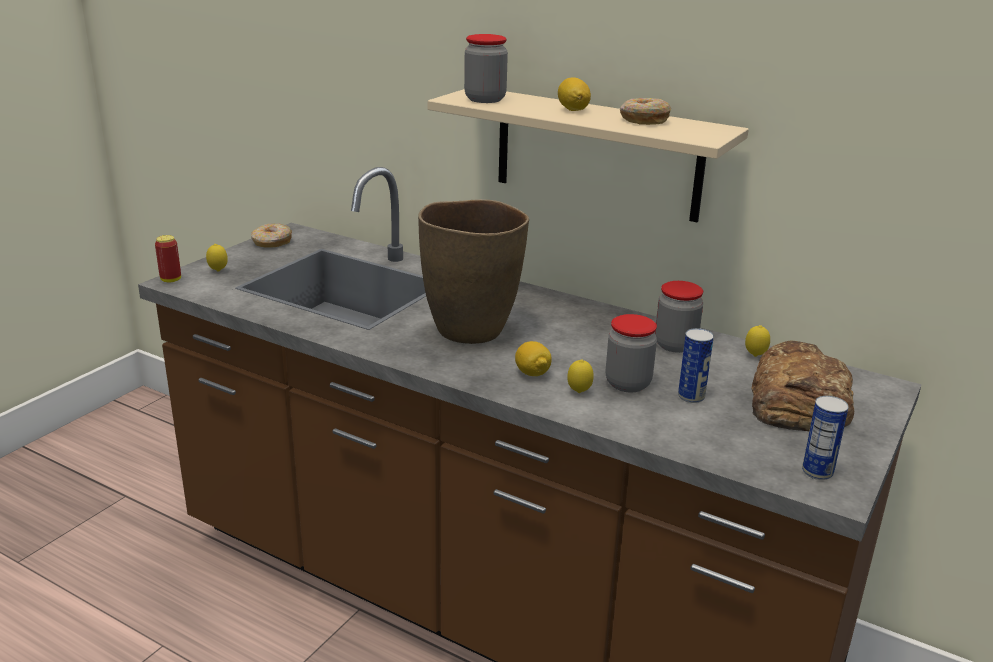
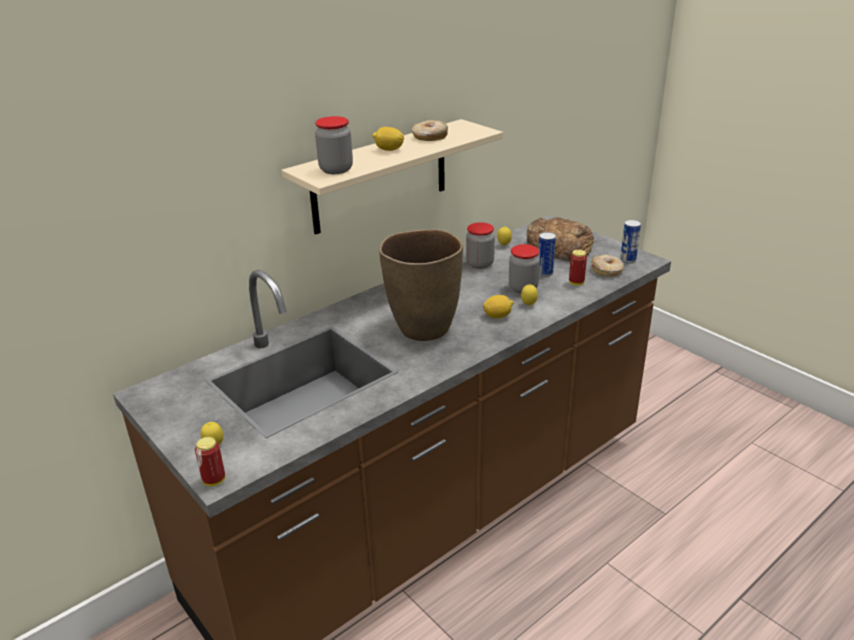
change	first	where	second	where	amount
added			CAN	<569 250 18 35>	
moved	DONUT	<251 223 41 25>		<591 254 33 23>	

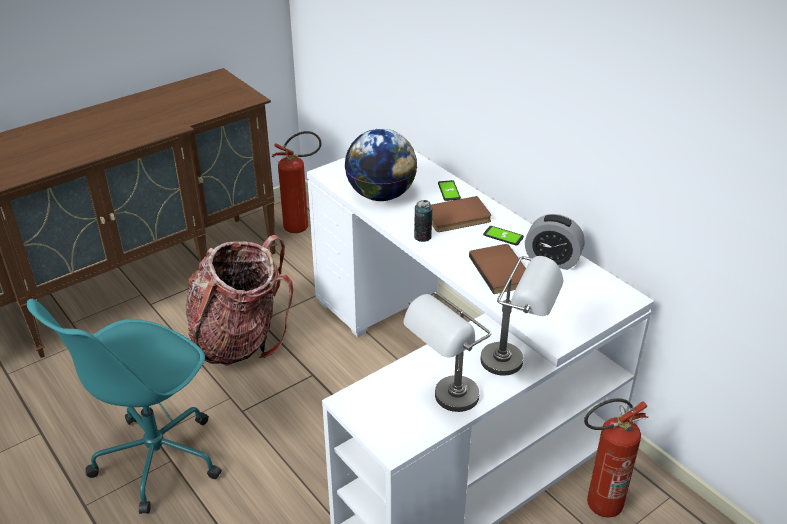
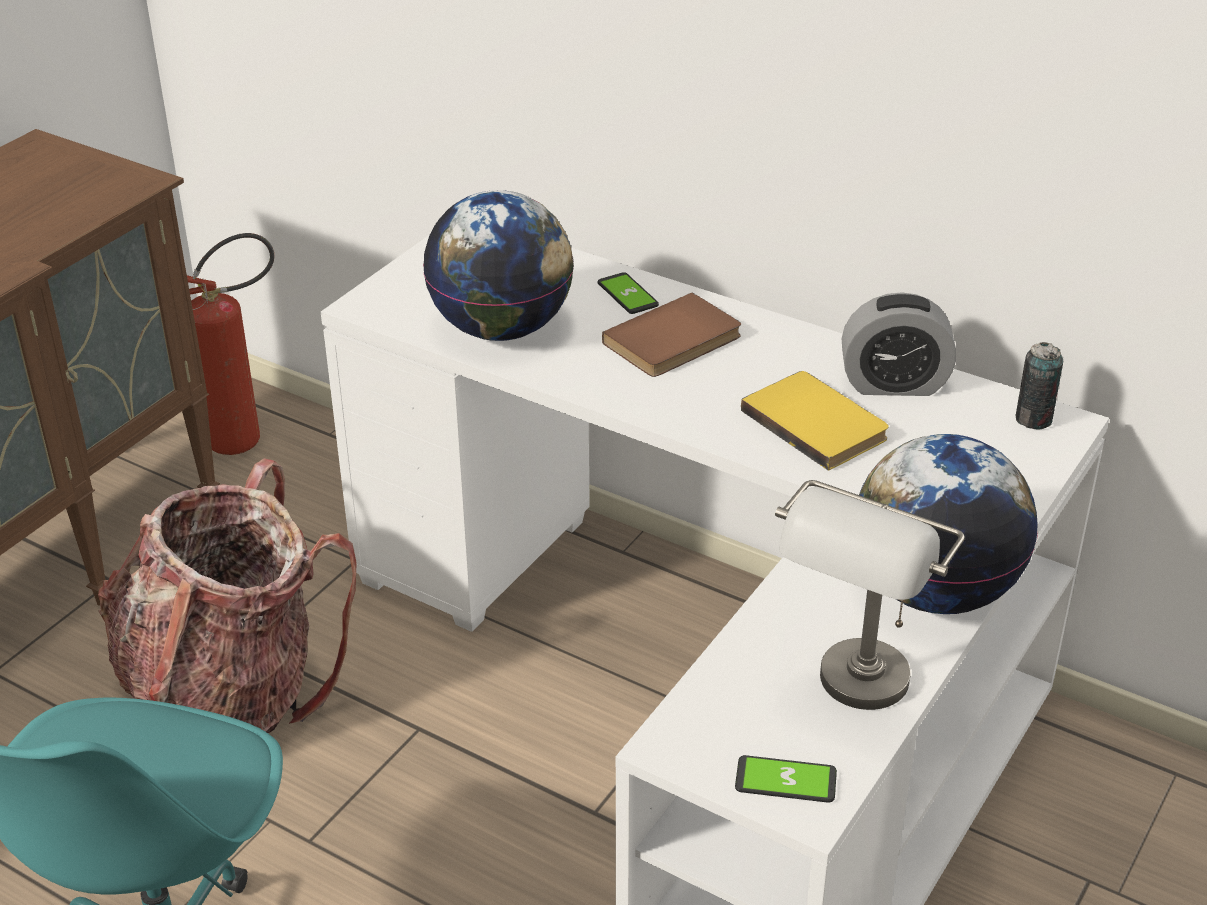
change	first	where	second	where	amount
moved	PHONE	<483 226 41 19>		<735 755 102 48>	
recoloured	BROWN BOOK	<469 244 57 50>	YELLOW BOOK	<741 371 148 100>	
replaced	GREY TABLE LAMP	<481 256 83 120>	GLOBE	<859 434 179 180>	
moved	CAN	<414 200 18 42>		<1015 342 48 87>	
removed	FIRE EXTINGUISHER	<584 398 64 119>			

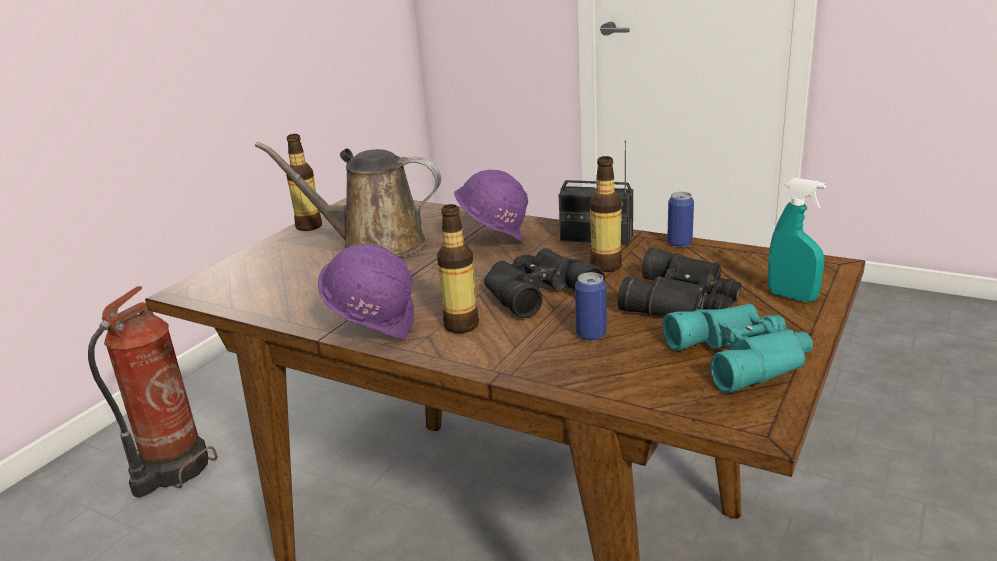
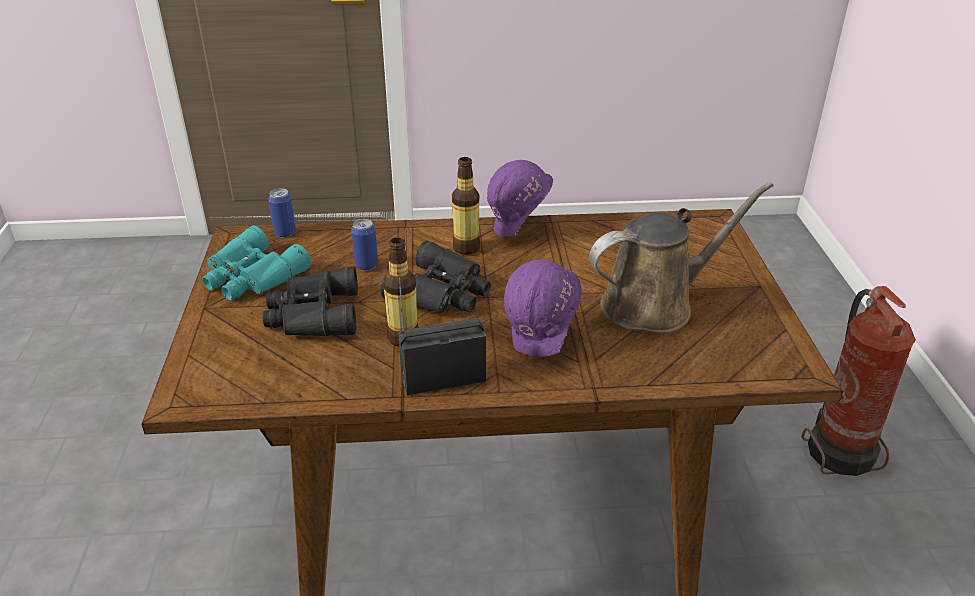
change	first	where	second	where	amount
moved	CAN	<667 192 27 55>		<268 188 28 50>	
removed	BOTTLE	<286 134 36 97>			
removed	TURQUOISE SPRAY BOTTLE	<768 178 58 124>			

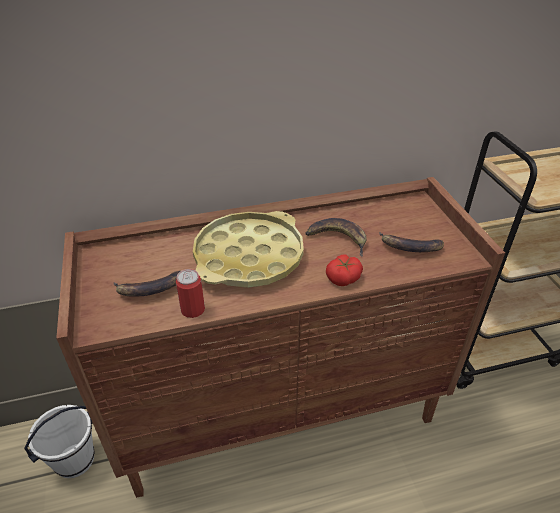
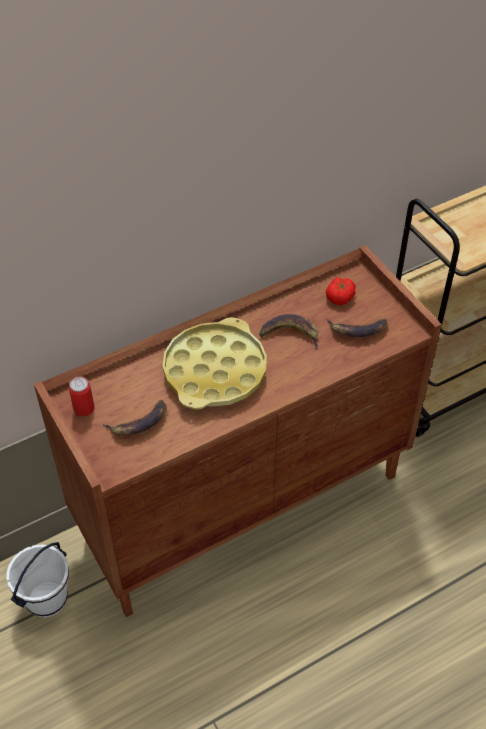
change	first	where	second	where	amount
moved	CAN	<176 269 29 49>		<69 377 25 39>	
moved	TOMATO	<326 254 37 32>		<326 277 30 28>	

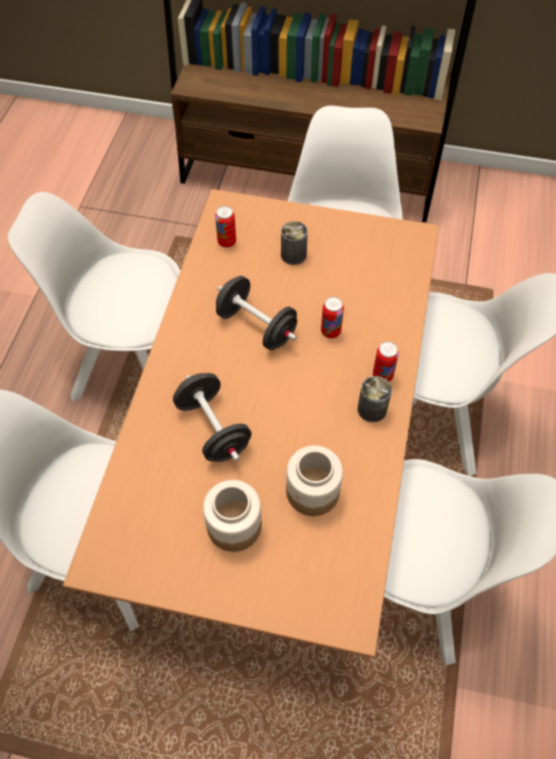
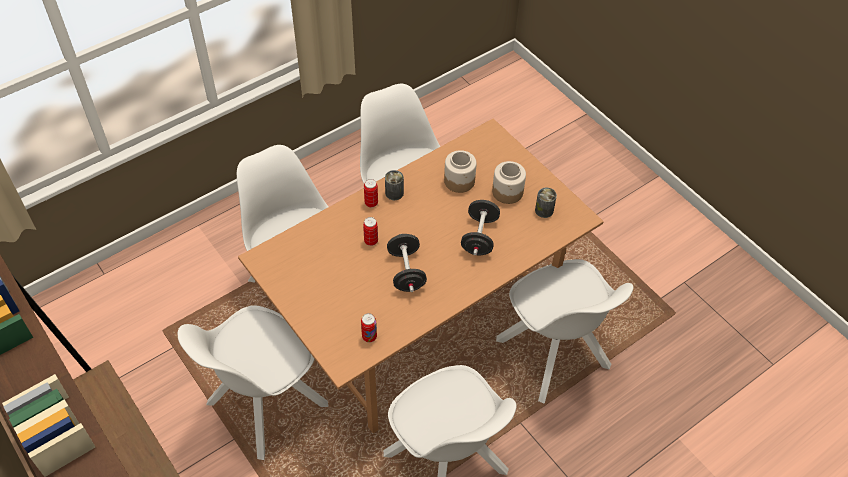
change	first	where	second	where	amount
moved	CAN	<281 221 27 44>		<535 188 22 30>	

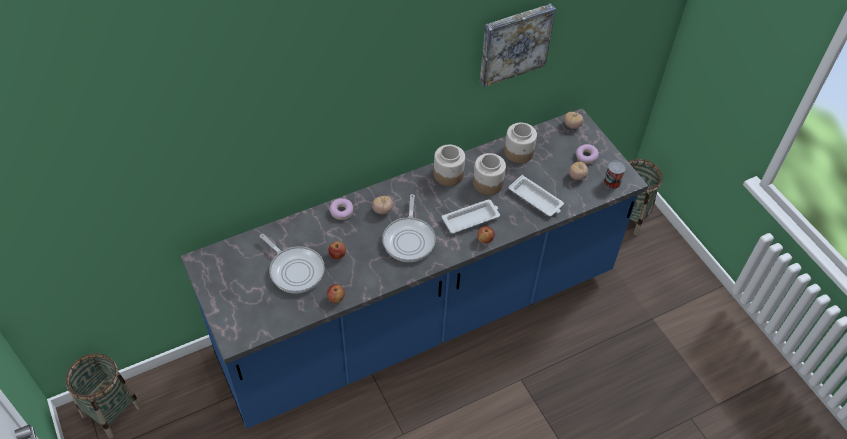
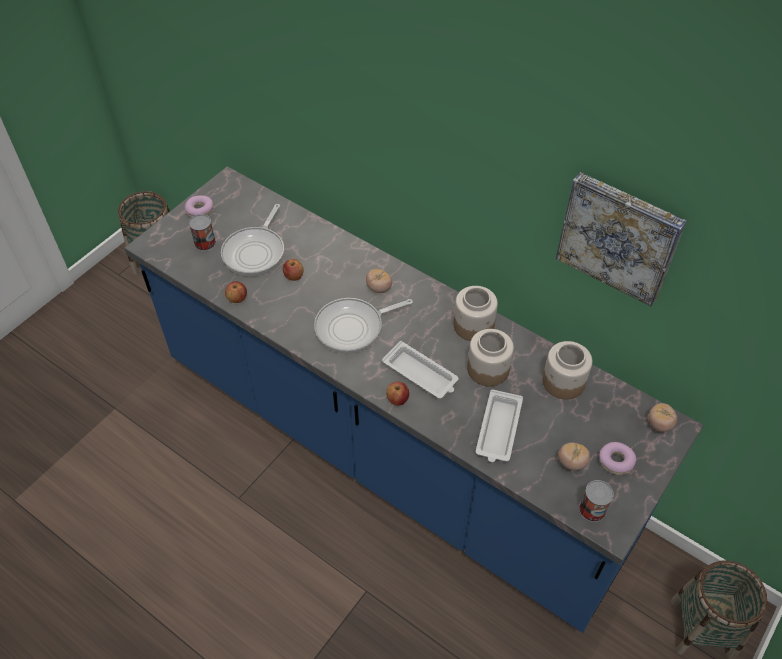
change	first	where	second	where	amount
moved	DONUT	<330 198 23 22>		<185 195 28 22>	
added			CAN	<189 214 27 37>	

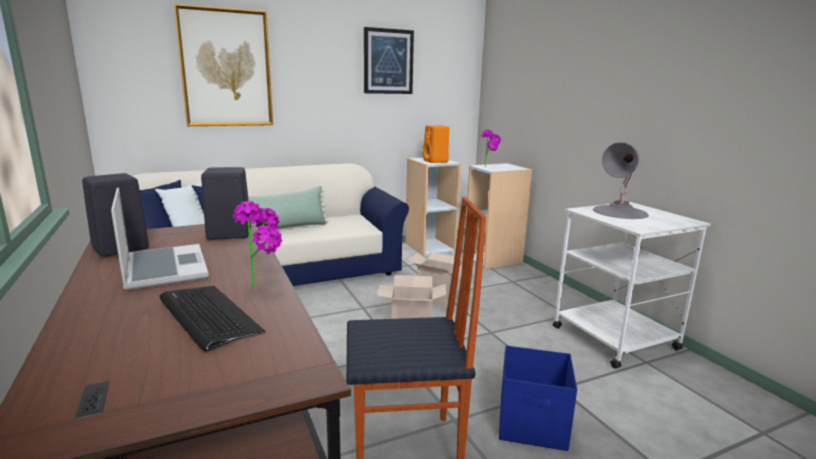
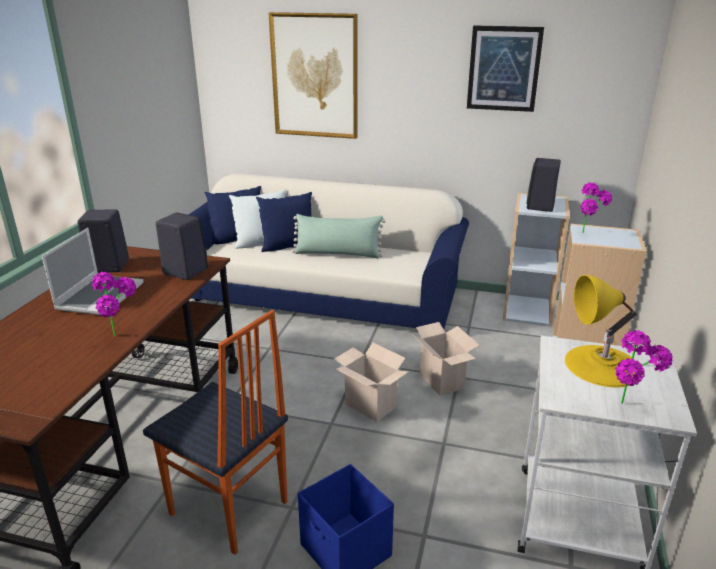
change	first	where	second	where	amount
recoloured	ORANGE SPEAKER	<423 125 26 38>	BLACK SPEAKER	<527 158 34 54>	
recoloured	GREY TABLE LAMP	<593 142 56 77>	YELLOW TABLE LAMP	<565 275 77 112>	
added			POTTED PLANT	<615 330 58 74>	
removed	KEYBOARD	<159 286 106 66>			

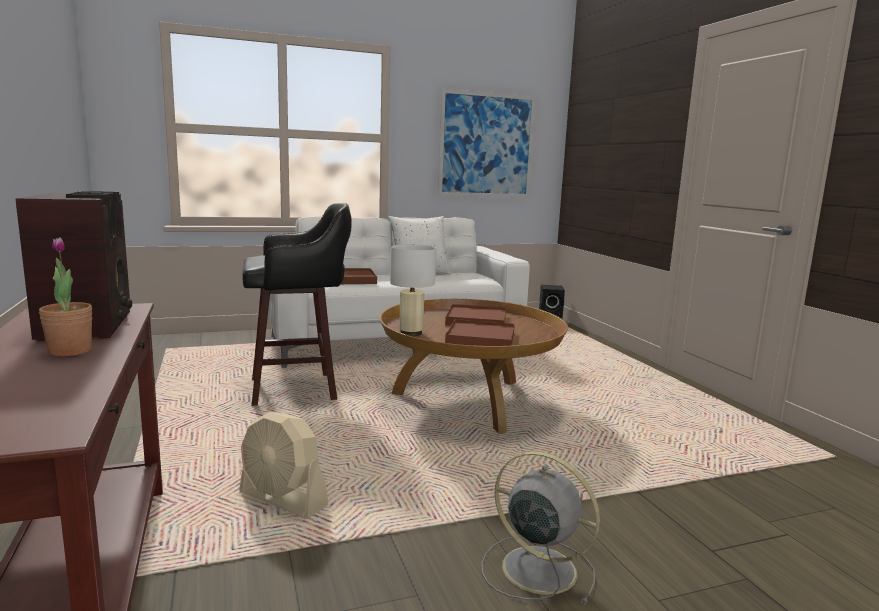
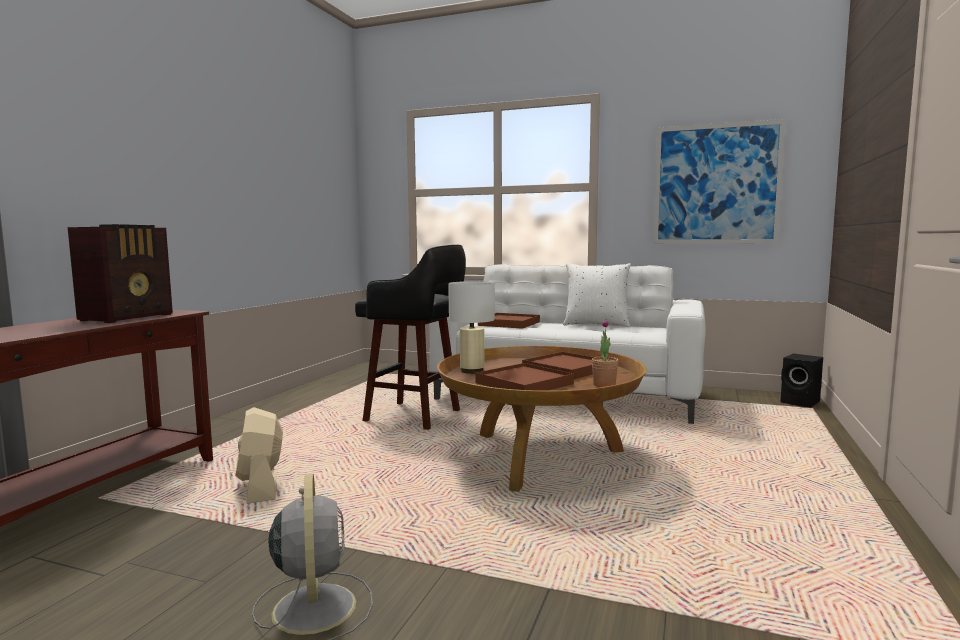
change	first	where	second	where	amount
moved	POTTED PLANT	<39 237 53 119>		<592 319 27 68>	

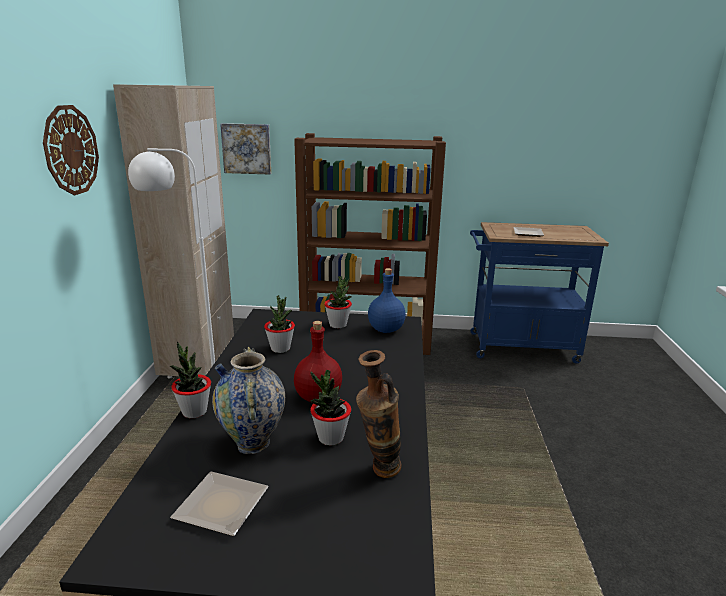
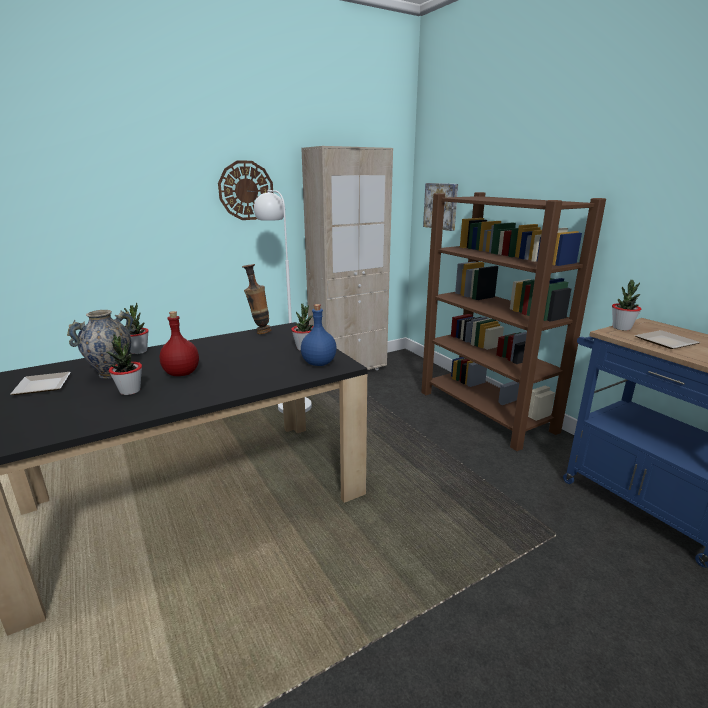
change	first	where	second	where	amount
moved	VASE	<356 350 45 128>		<242 264 29 70>	
moved	POTTED PLANT	<264 296 31 57>		<612 280 29 51>	

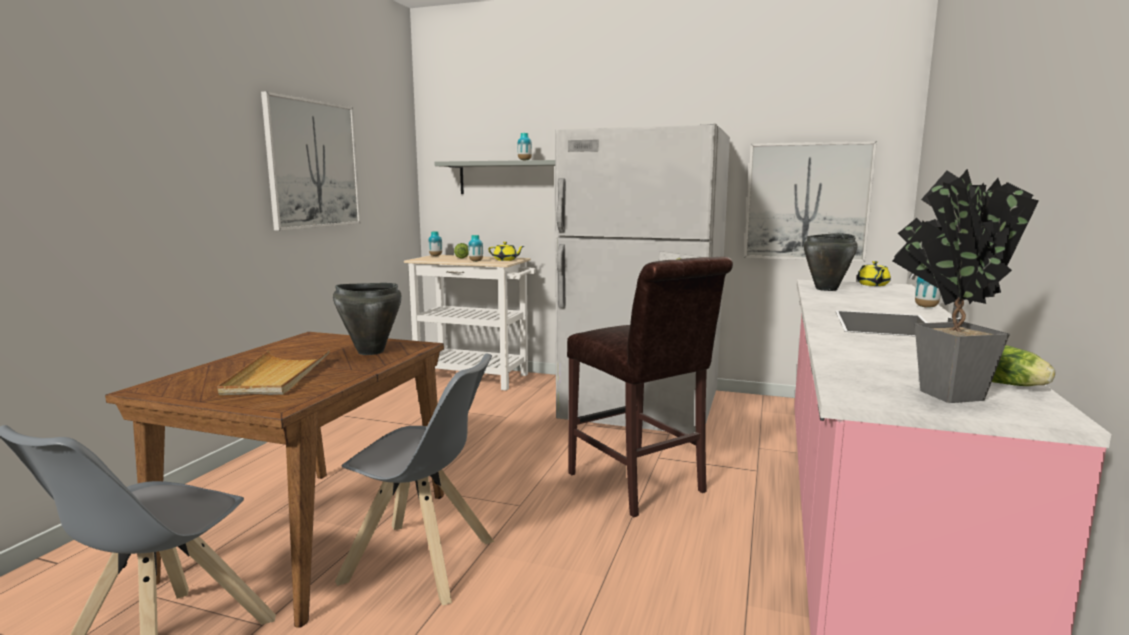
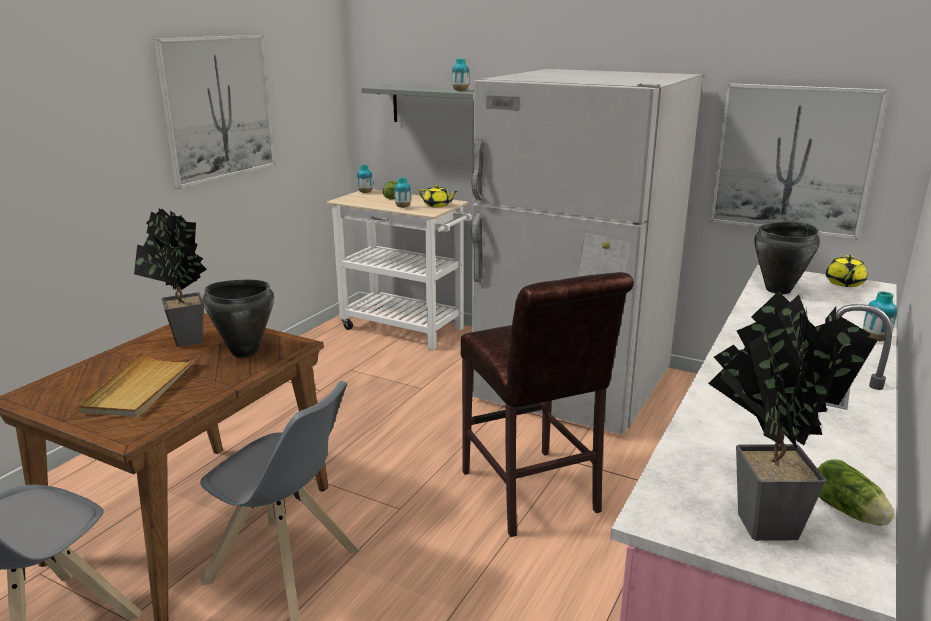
change	first	where	second	where	amount
added			POTTED PLANT	<134 208 73 139>	

